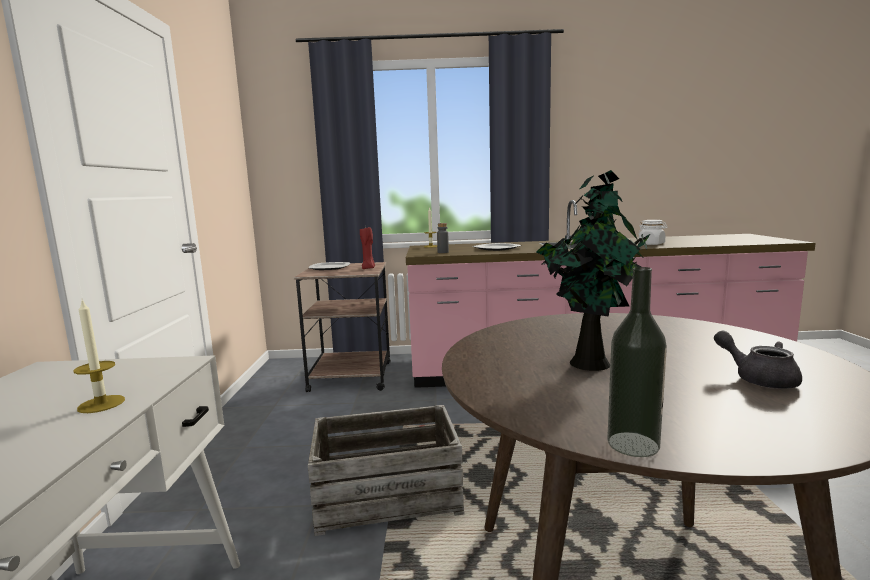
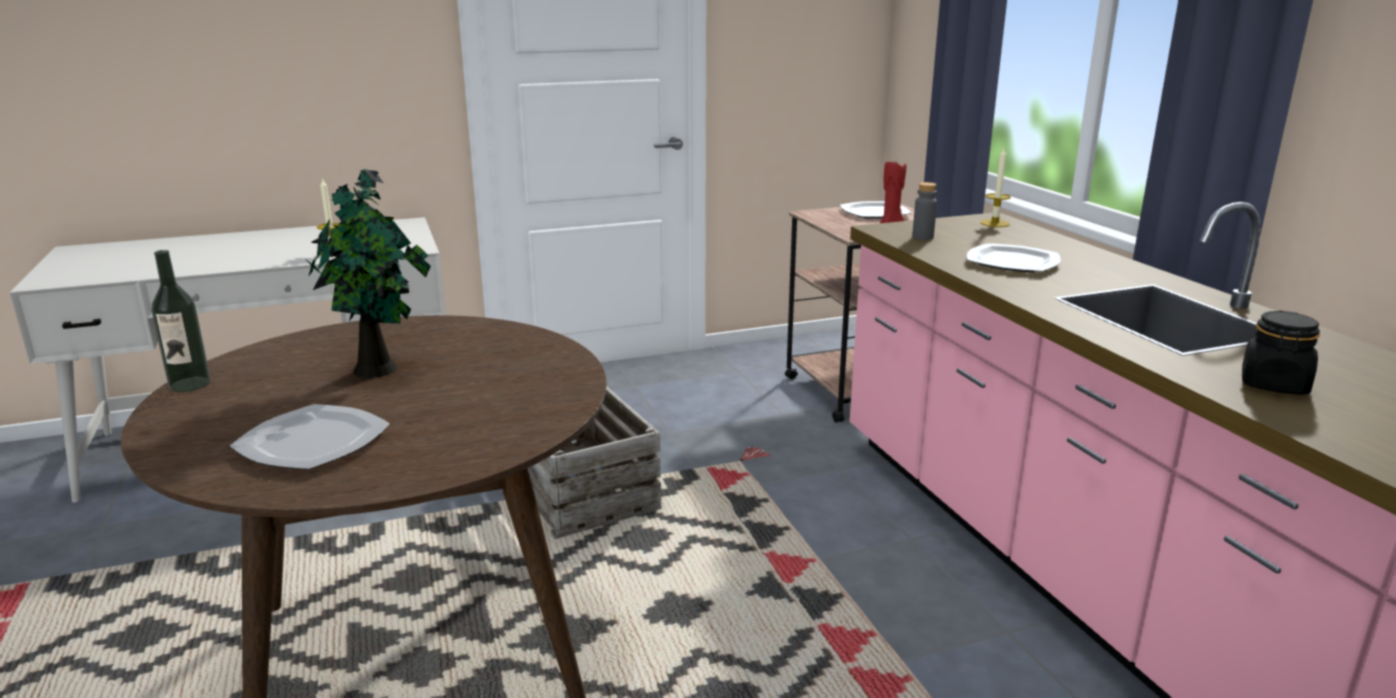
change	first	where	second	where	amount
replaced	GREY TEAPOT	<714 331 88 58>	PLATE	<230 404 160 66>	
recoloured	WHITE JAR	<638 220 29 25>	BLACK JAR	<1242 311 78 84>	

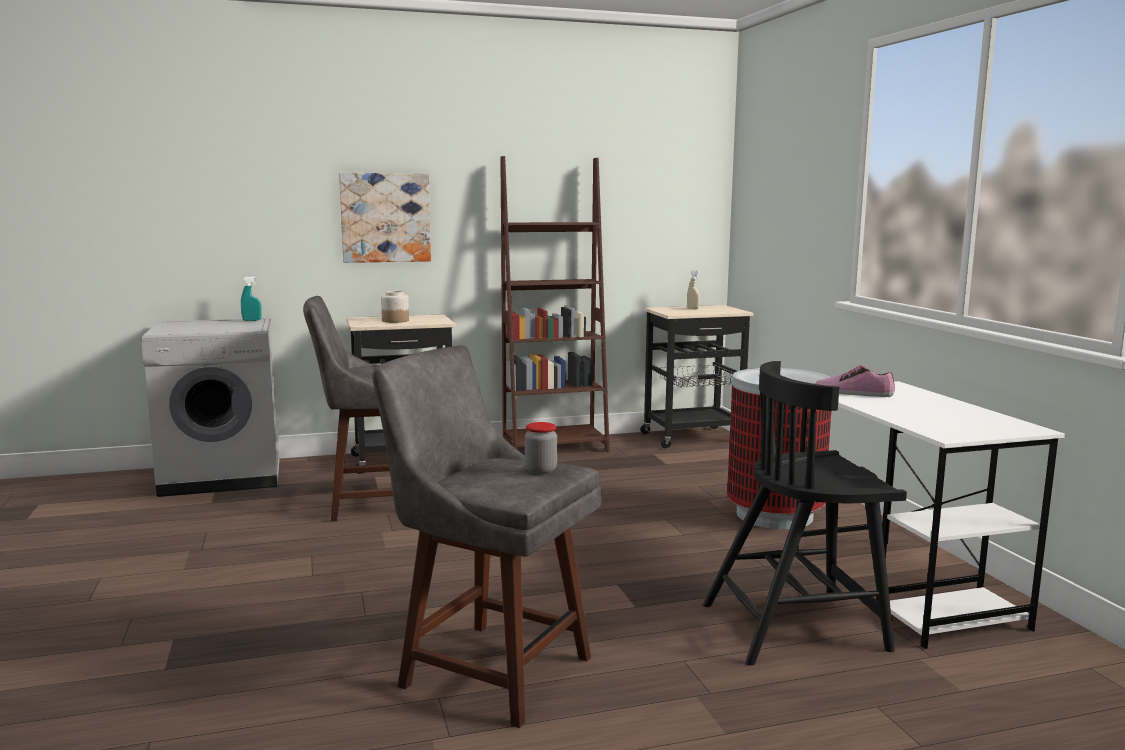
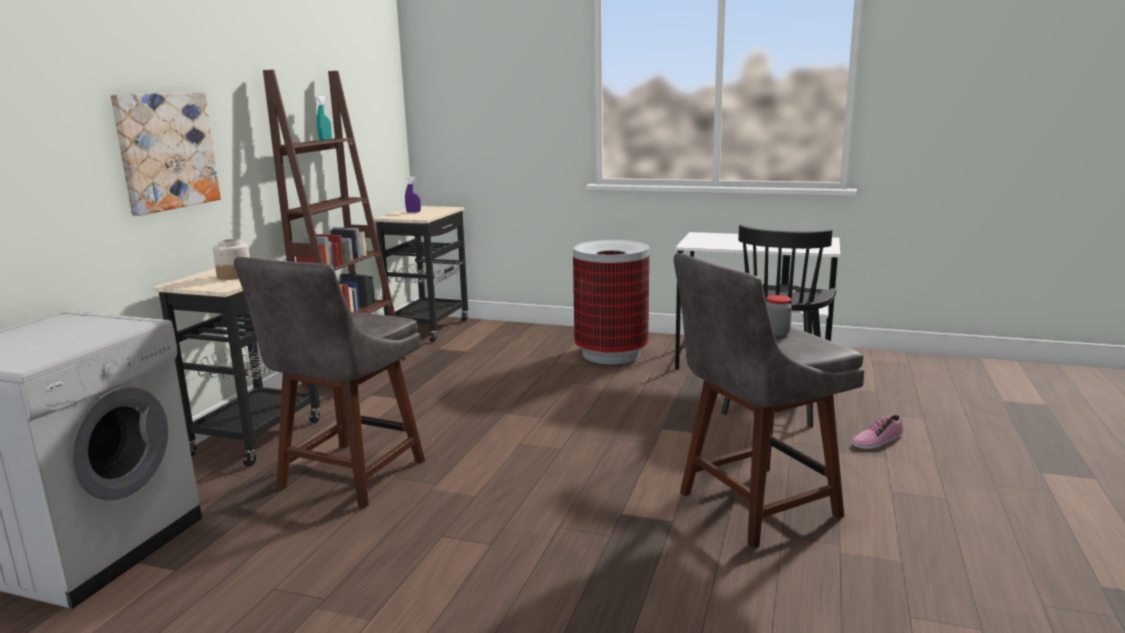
change	first	where	second	where	amount
moved	TURQUOISE SPRAY BOTTLE	<241 276 21 45>		<317 96 15 44>	
recoloured	BEIGE SPRAY BOTTLE	<687 270 13 39>	PURPLE SPRAY BOTTLE	<405 176 16 37>	
moved	SHOE	<816 365 79 32>		<852 415 51 34>	

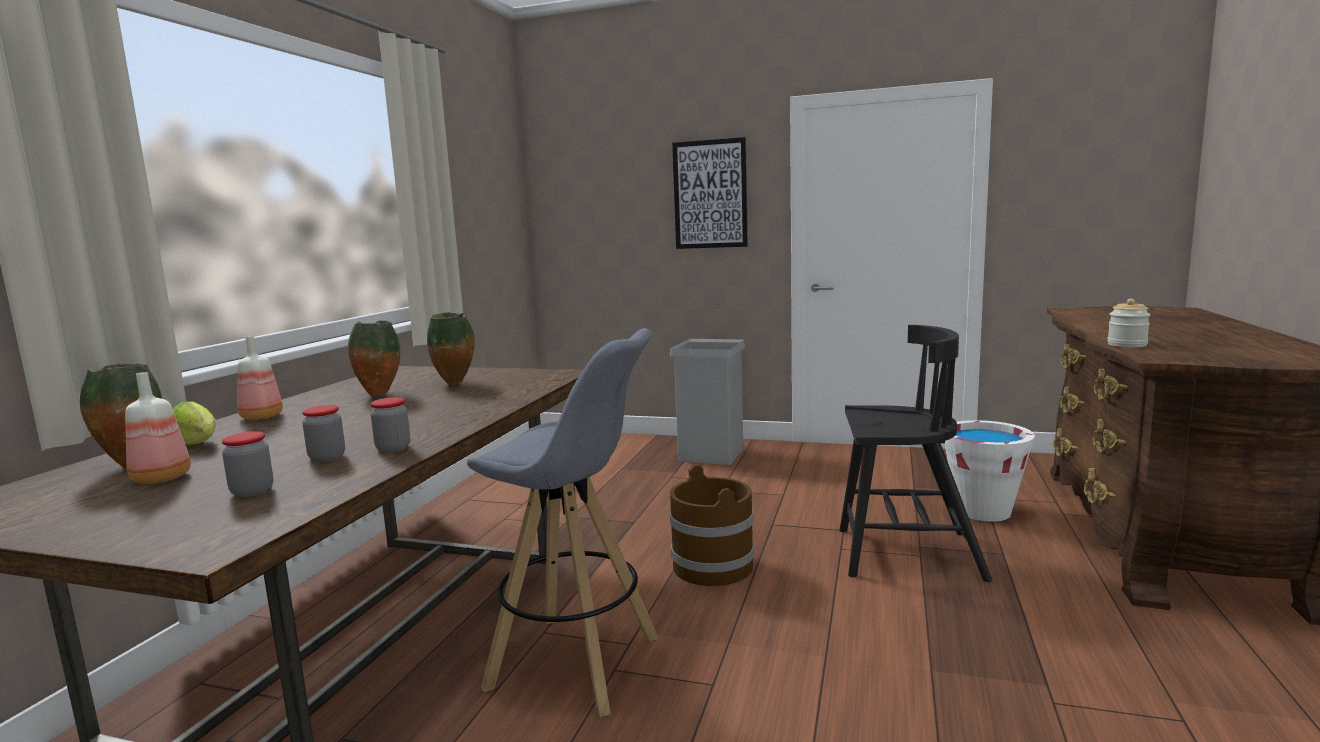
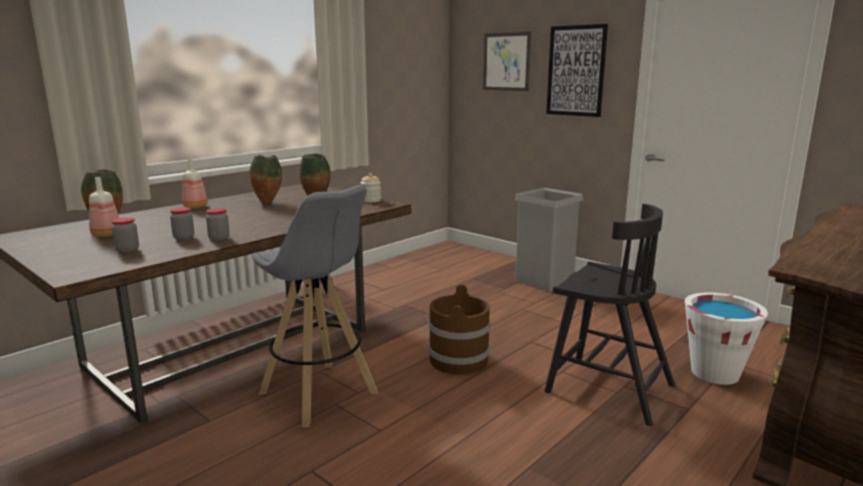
change	first	where	second	where	amount
moved	JAR	<1107 298 44 49>		<360 173 21 29>	
added			PICTURE	<483 31 48 60>	
removed	LETTUCE	<173 402 43 43>			

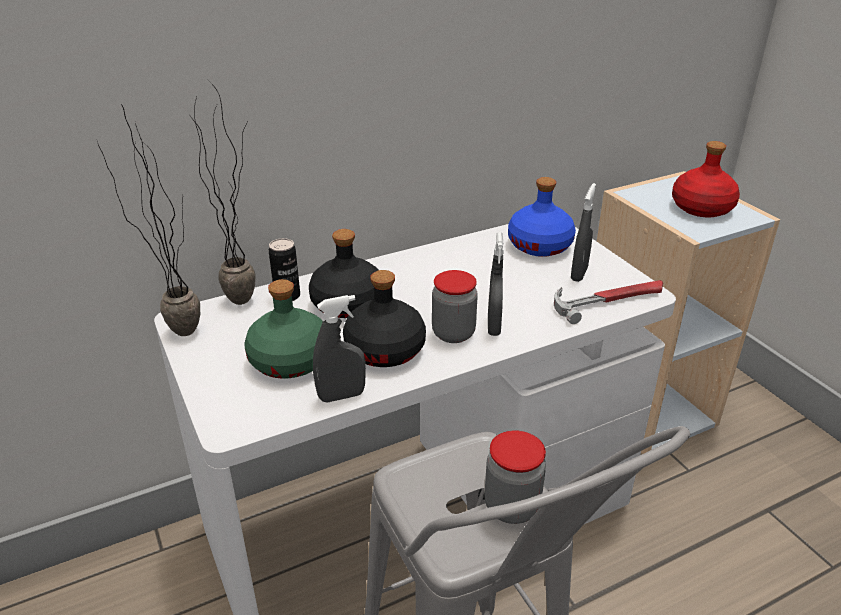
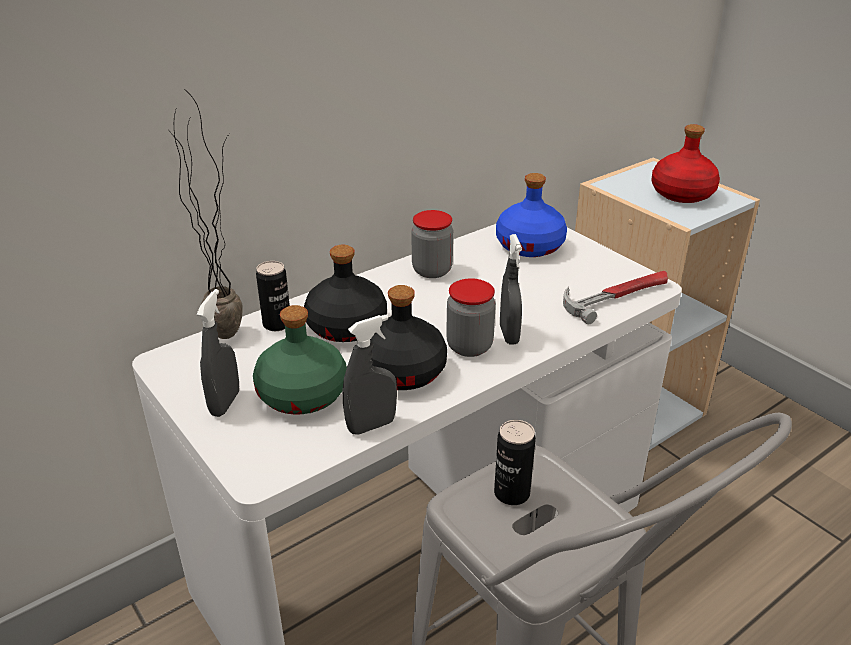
change	first	where	second	where	amount
moved	GREY SPRAY BOTTLE	<571 183 25 99>		<196 289 43 128>	
moved	JAR	<485 430 61 94>		<411 210 42 68>	
added			CAN	<494 420 42 85>	
removed	POTTED PLANT	<97 104 103 232>			

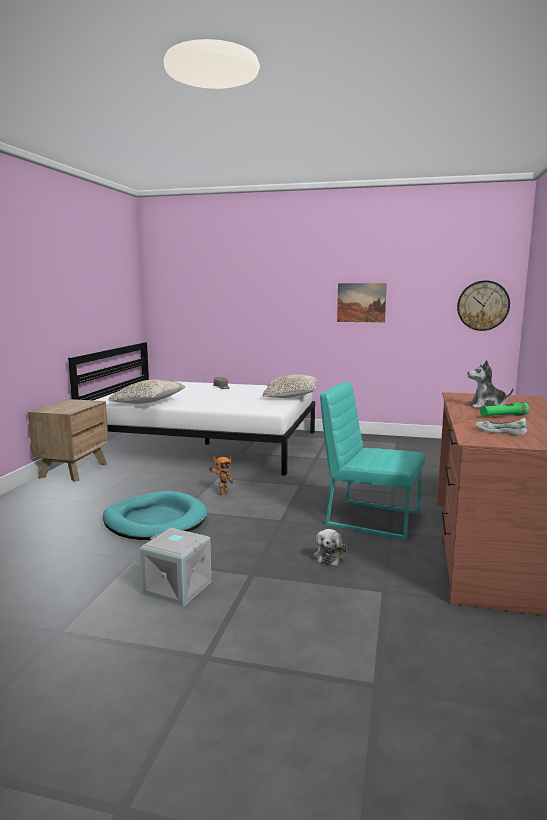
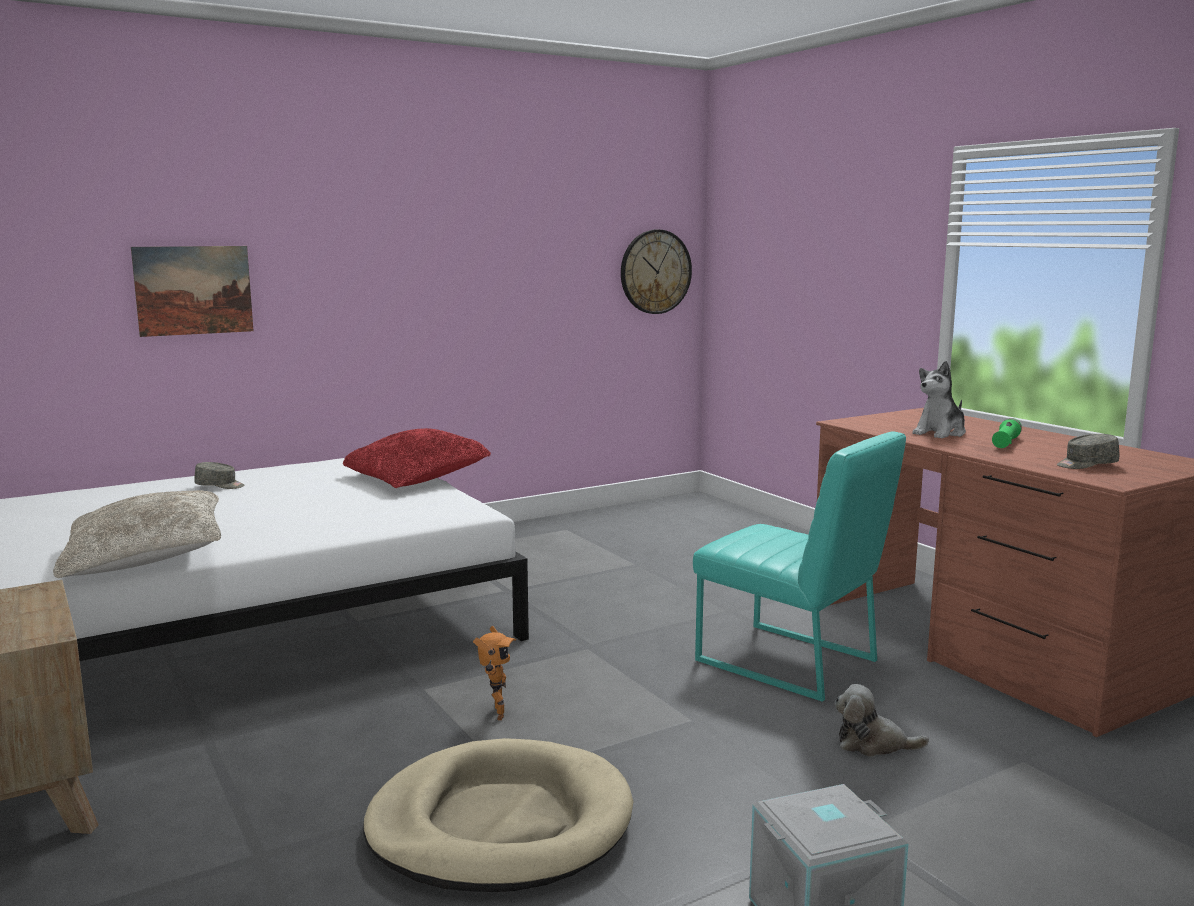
change	first	where	second	where	amount
moved	PICTURE	<337 283 50 40>		<131 246 123 91>	
recoloured	BEIGE PILLOW	<263 374 54 24>	RED PILLOW	<343 428 148 60>	
recoloured	TURQUOISE DOG BED	<103 491 105 49>	BEIGE DOG BED	<363 738 271 154>	
turned	TURQUOISE CHAIR	<320 382 105 158>		<693 431 213 271>	120 degrees counterclockwise
turned	PLUSH TOY	<313 529 34 37>		<835 684 94 73>	135 degrees clockwise
replaced	WHITE SHOE	<476 418 51 17>	GREY CAP	<1057 434 62 35>	

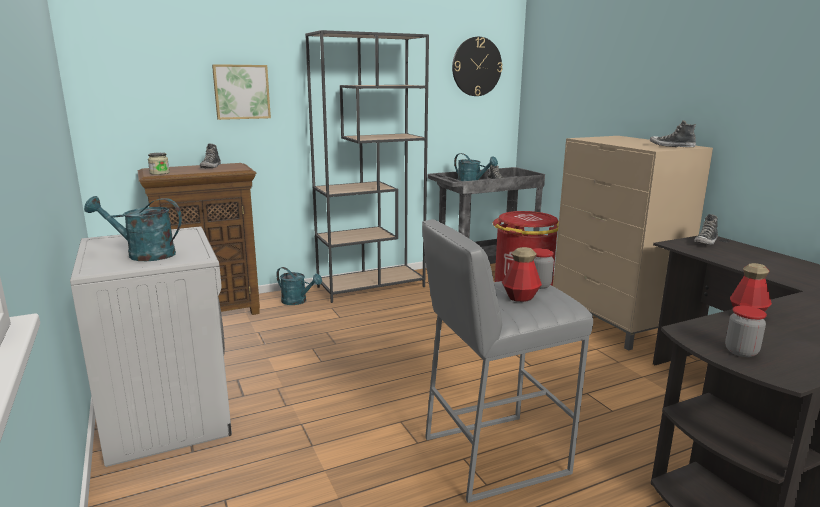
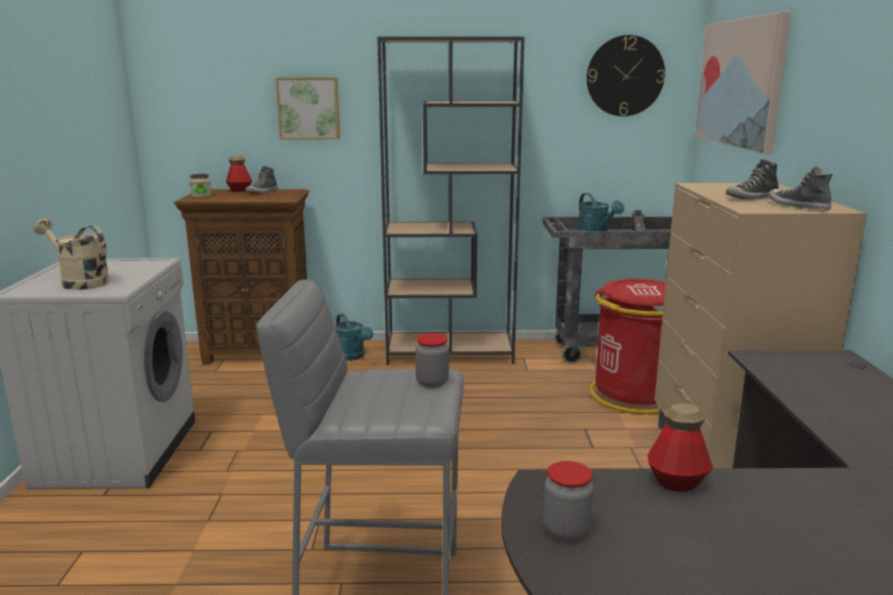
change	first	where	second	where	amount
recoloured	TURQUOISE WATERING CAN	<84 196 98 65>	BEIGE WATERING CAN	<33 218 77 72>	
moved	BOTTLE	<502 247 40 55>		<226 156 26 36>	
added			PICTURE	<695 12 96 142>	
moved	SHOE	<694 214 24 31>		<726 159 53 41>	

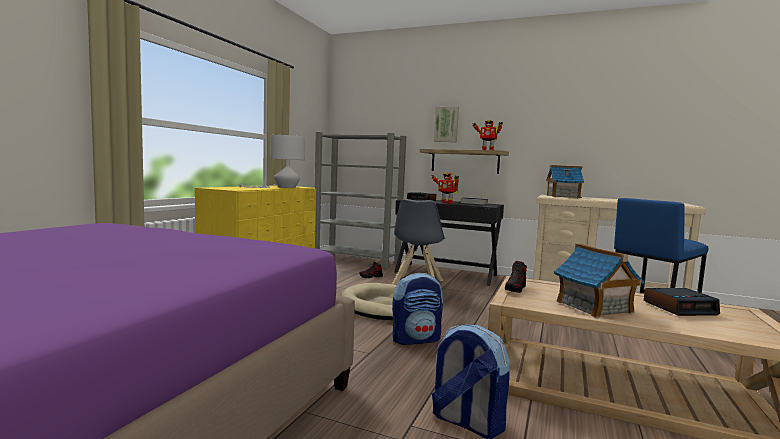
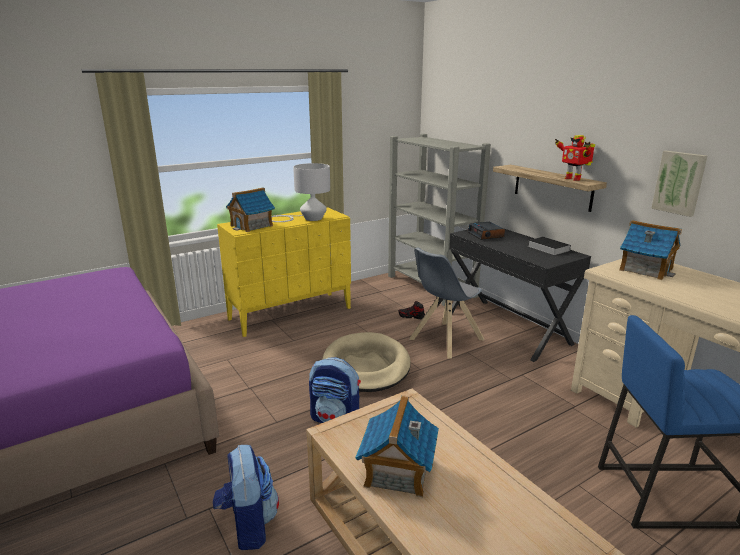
change	first	where	second	where	amount
added			TOY HOUSE	<226 188 49 44>	
moved	PICTURE	<434 107 25 35>		<651 151 56 66>	
removed	TOY ROBOT	<431 172 28 32>			
removed	SHOE	<505 261 22 32>			
removed	ALARM CLOCK	<644 288 76 28>			

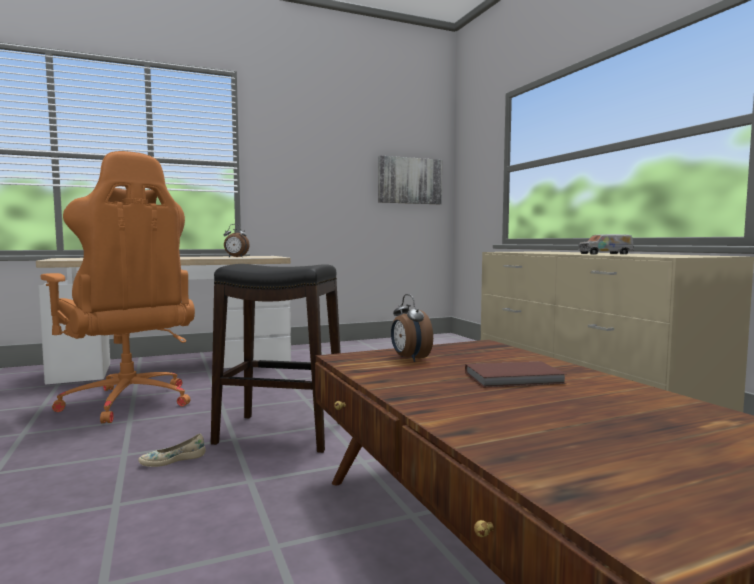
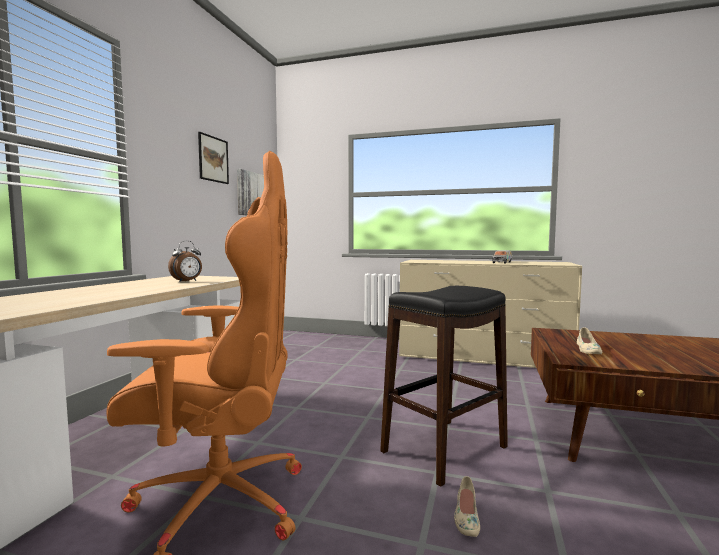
change	first	where	second	where	amount
added			PICTURE	<198 132 31 52>	
replaced	ALARM CLOCK	<391 294 42 68>	BEIGE SHOE	<577 328 25 26>	
removed	BROWN BOOK	<465 361 101 26>			

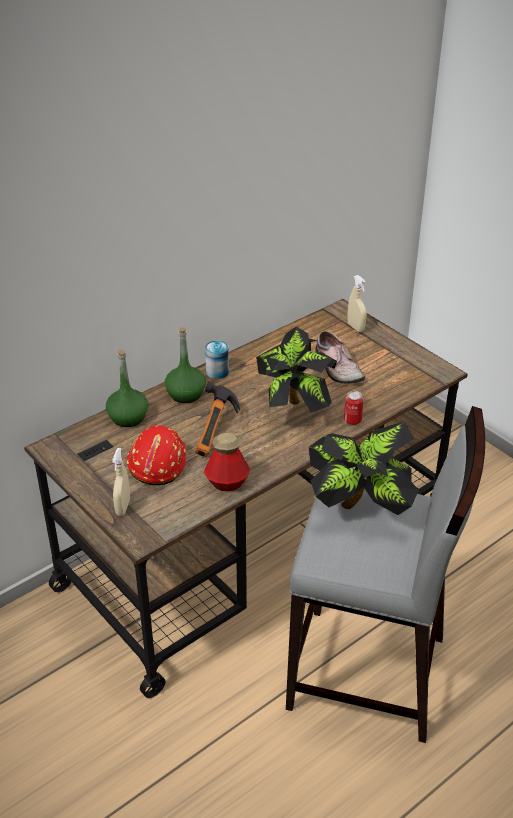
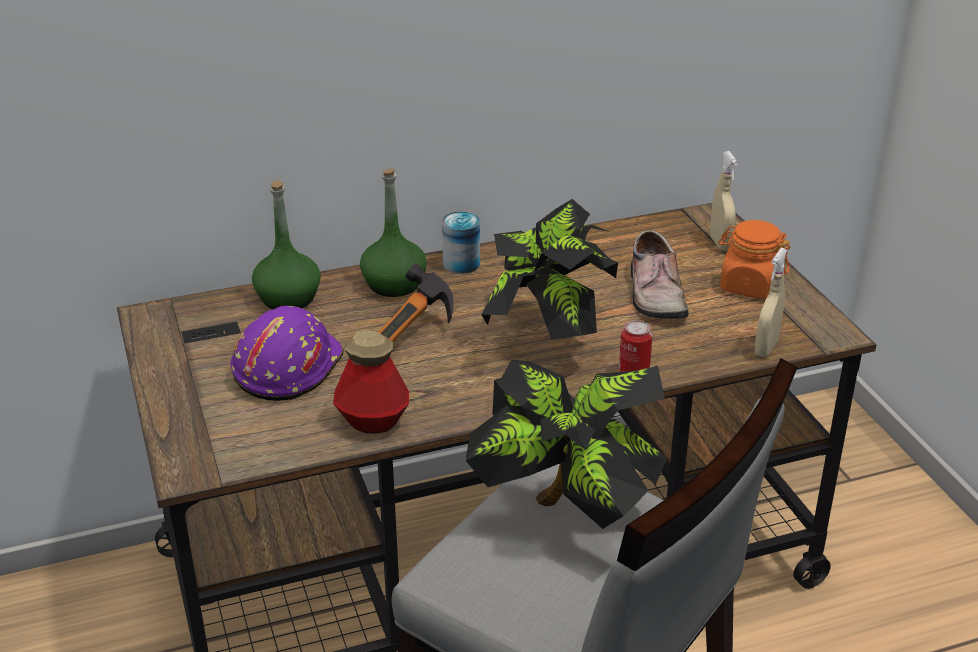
change	first	where	second	where	amount
recoloured	RED HARD HAT	<127 425 59 61>	PURPLE HARD HAT	<231 306 113 95>	
added			ORANGE JAR	<718 220 72 79>	
moved	BEIGE SPRAY BOTTLE	<112 448 18 68>		<755 248 32 109>	

